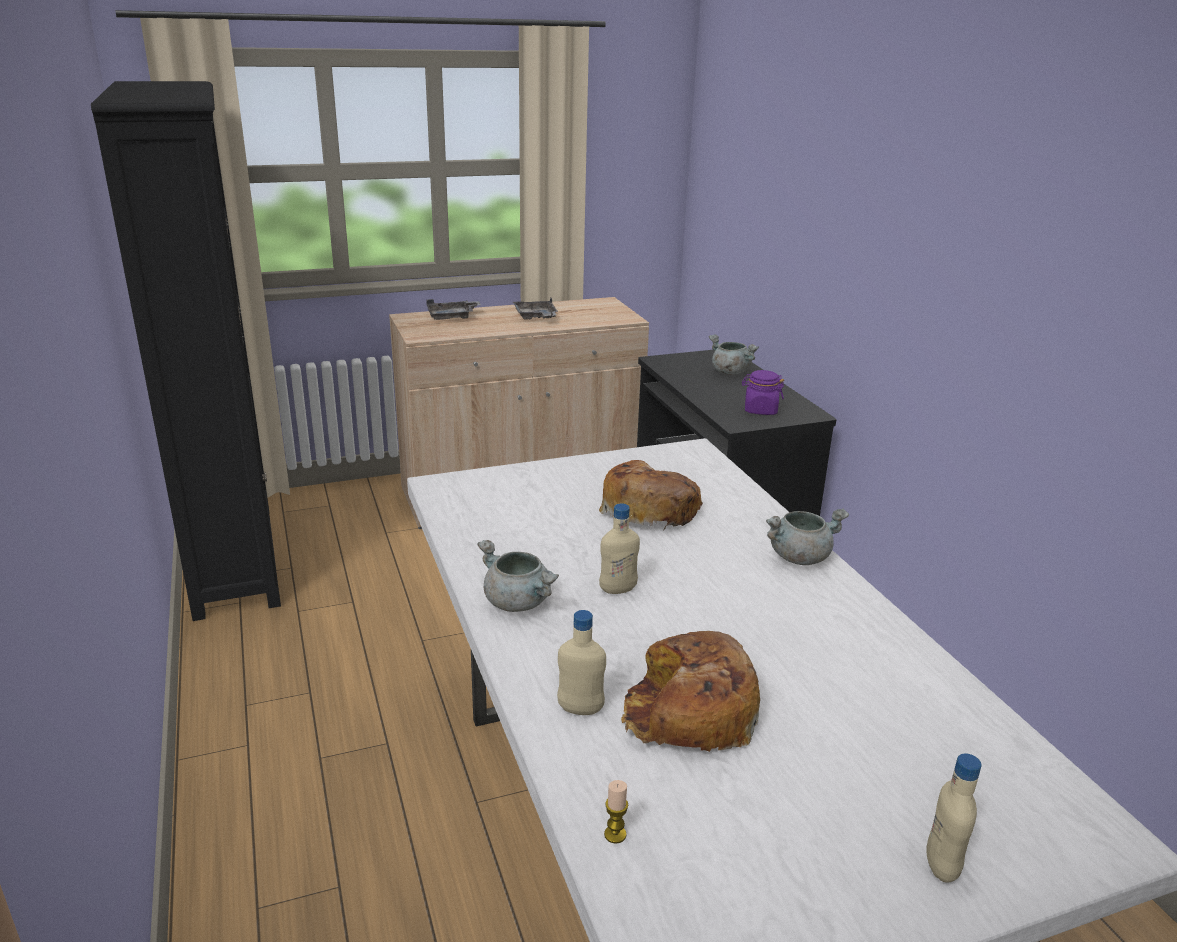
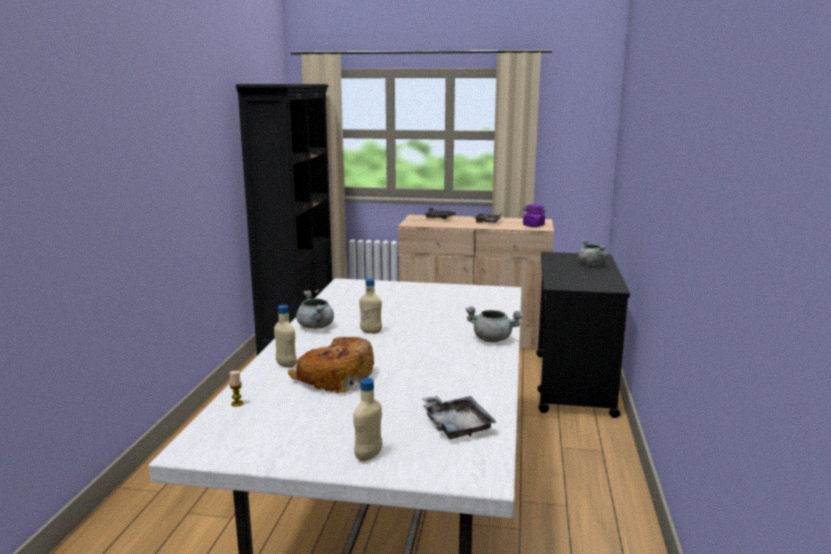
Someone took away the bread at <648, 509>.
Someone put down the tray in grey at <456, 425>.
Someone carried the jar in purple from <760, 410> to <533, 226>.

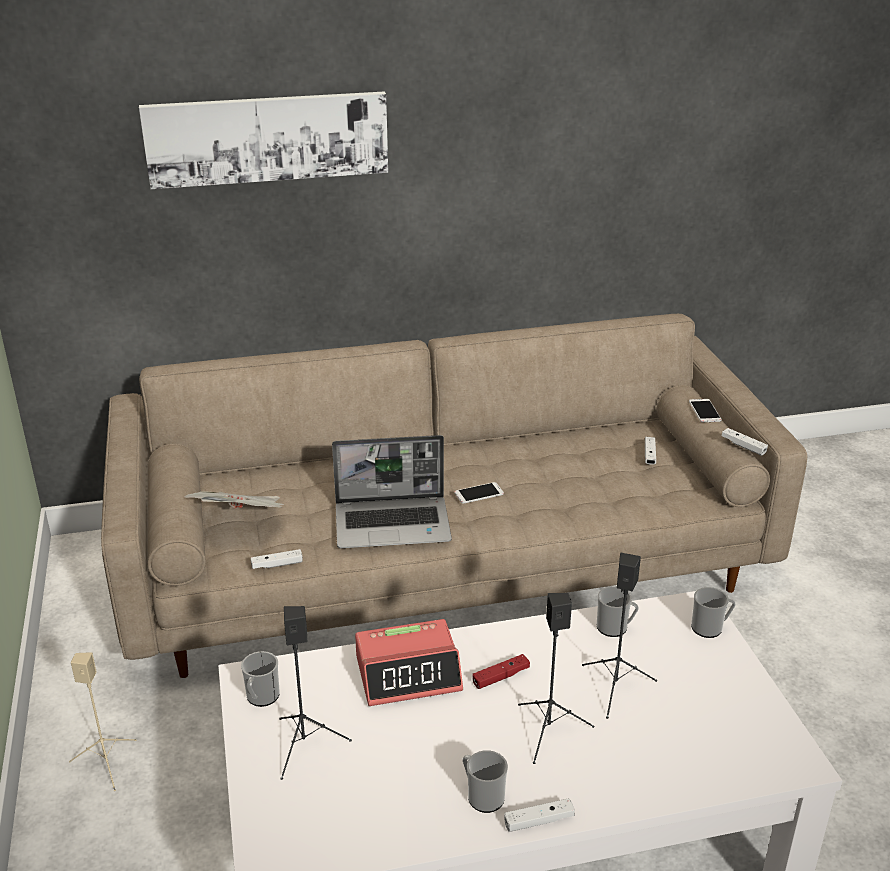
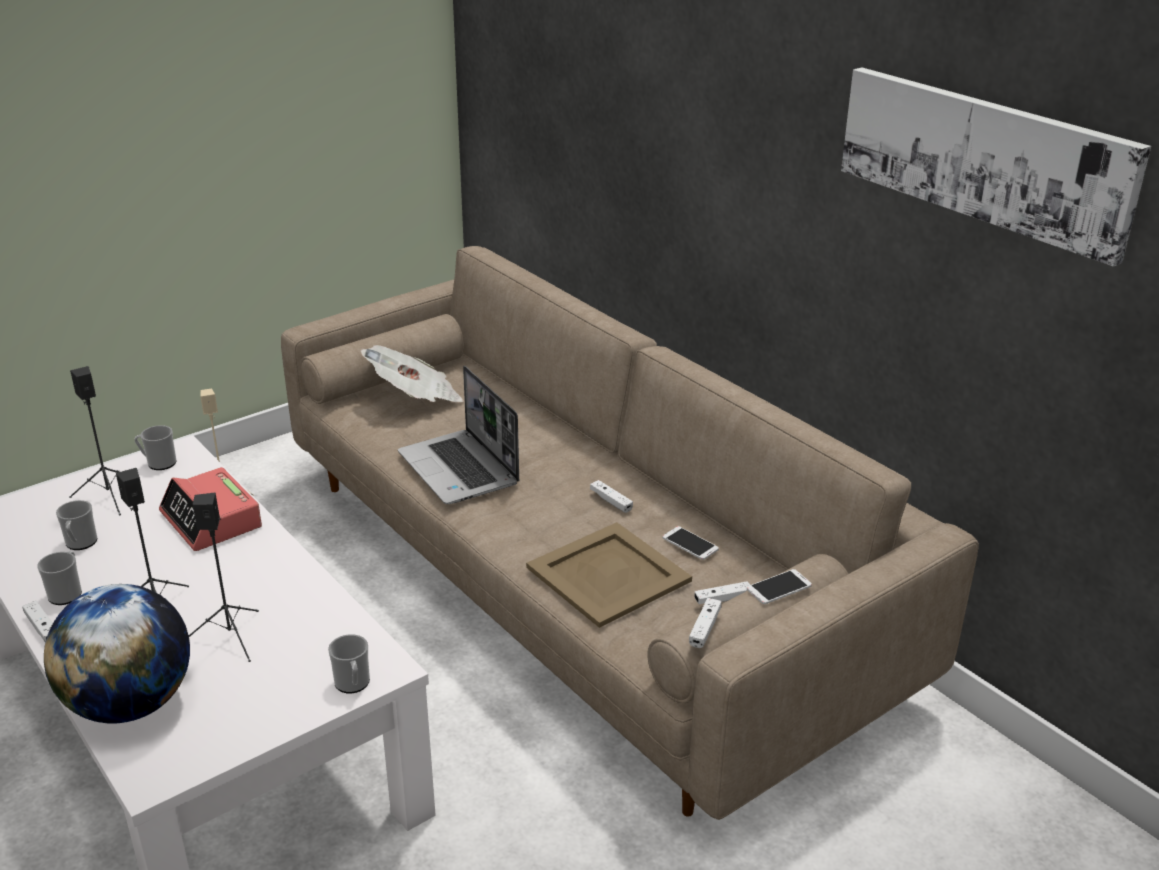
Someone took away the game controller in red at <501, 677>.
Someone put down the globe at <130, 704>.
Someone put down the tray in beige at <608, 573>.
Someone carried the picture from <267, 138> to <983, 158>.
Someone carried the game controller in white from <277, 564> to <611, 501>.
Someone carried the phone from <479, 493> to <690, 543>.
Someone carried the mug from <615, 628> to <80, 543>.

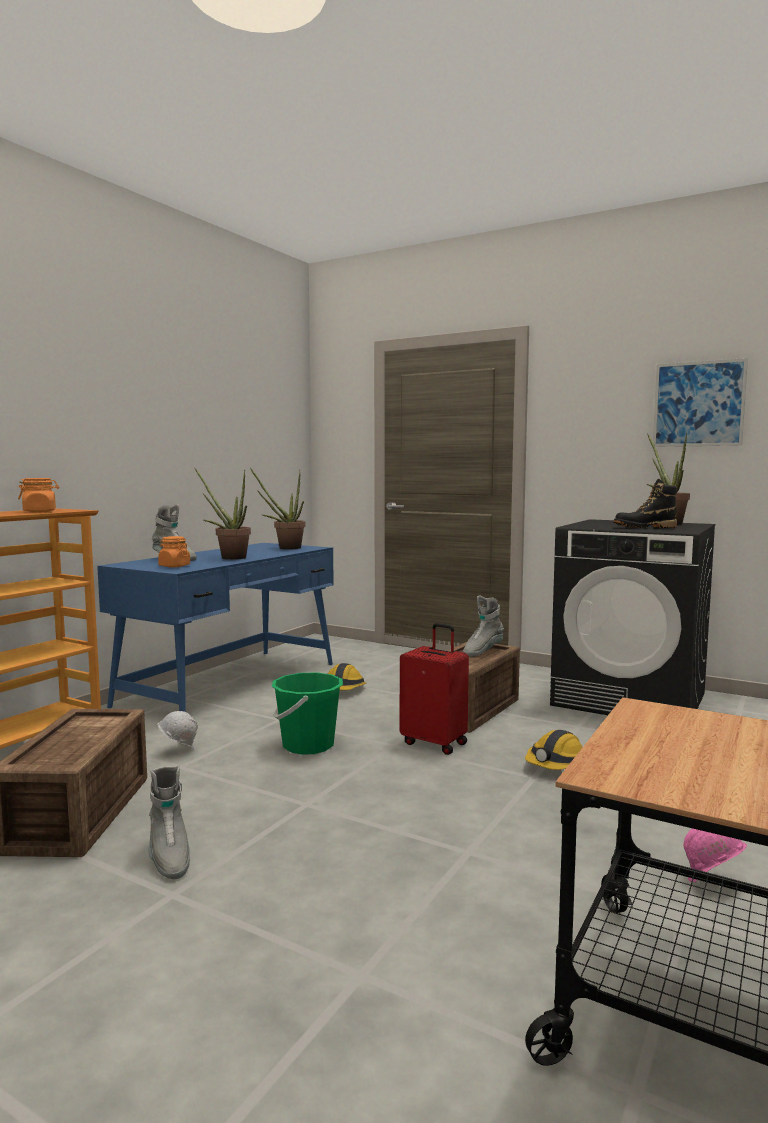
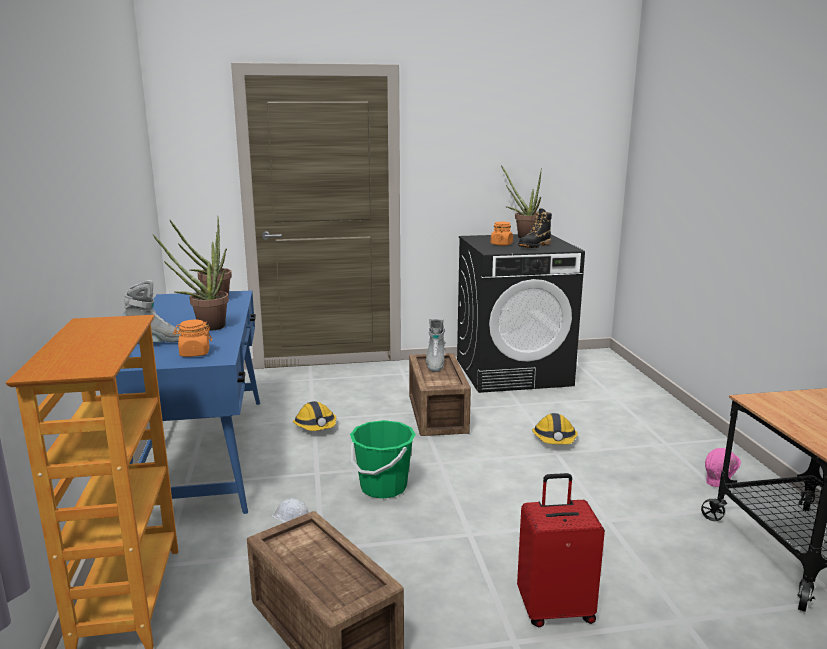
Someone took away the boot in grey at <168, 857>.
Someone took away the picture at <698, 404>.
Someone carried the jar in orange from <40, 511> to <501, 244>.
Someone carried the suitcase in red from <435, 743> to <555, 609>.

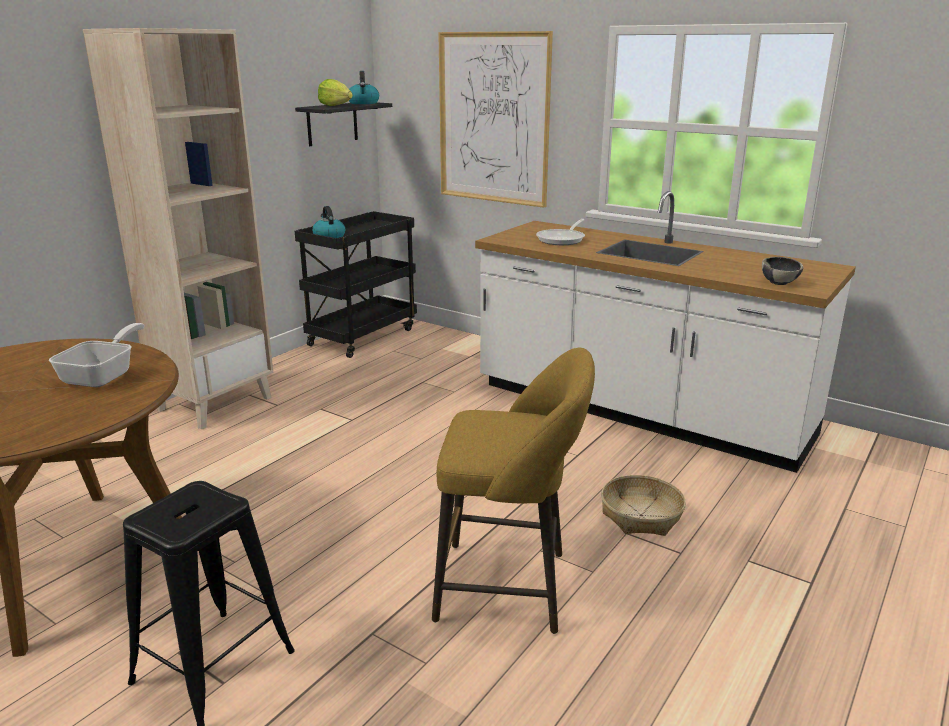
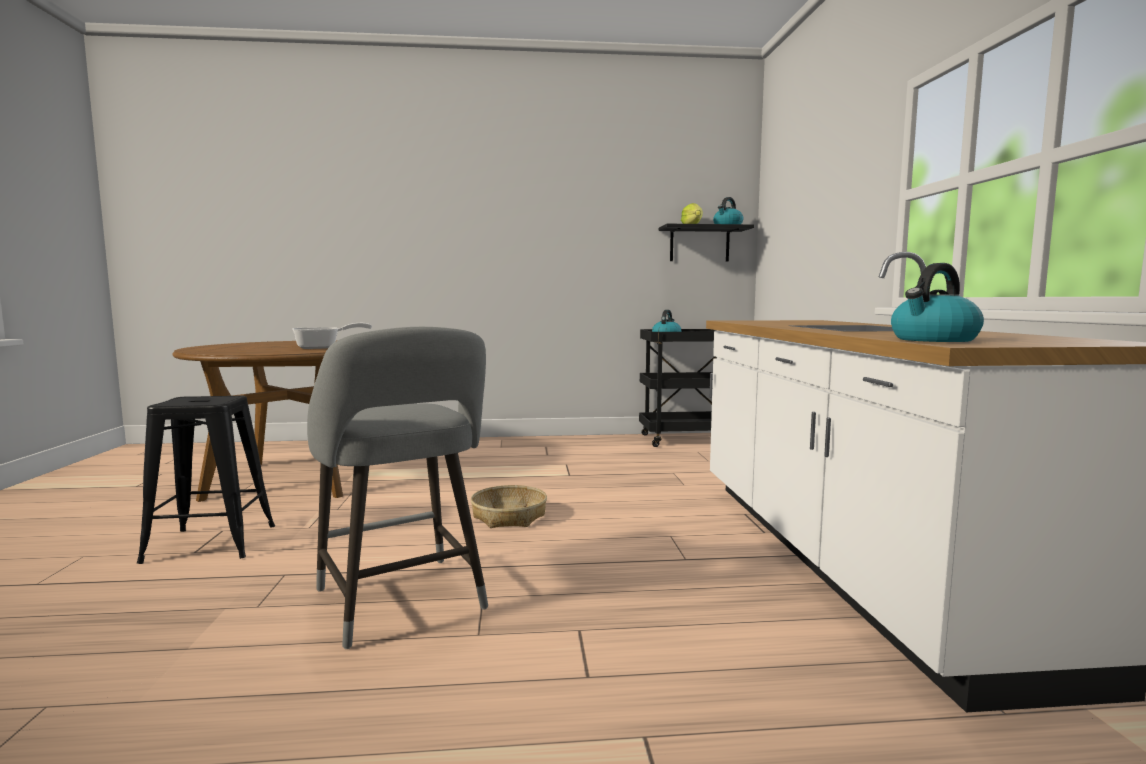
Someone took away the bookcase in beige at <215, 403>.
Someone took away the picture at <493, 119>.
Someone took away the frying pan at <562, 239>.
Someone carried the basket from <641, 516> to <508, 516>.
Someone swapped the bowl at <779, 283> for the kettle at <933, 340>.
Someone repainted the stool in yellow at <510, 587>, which became the stool in grey at <403, 604>.

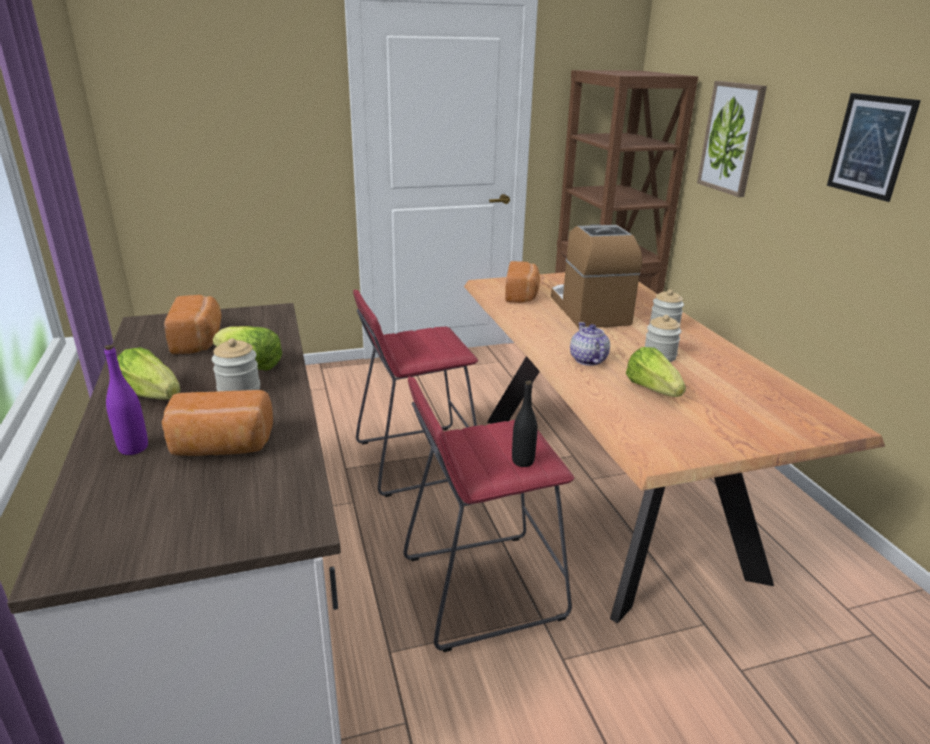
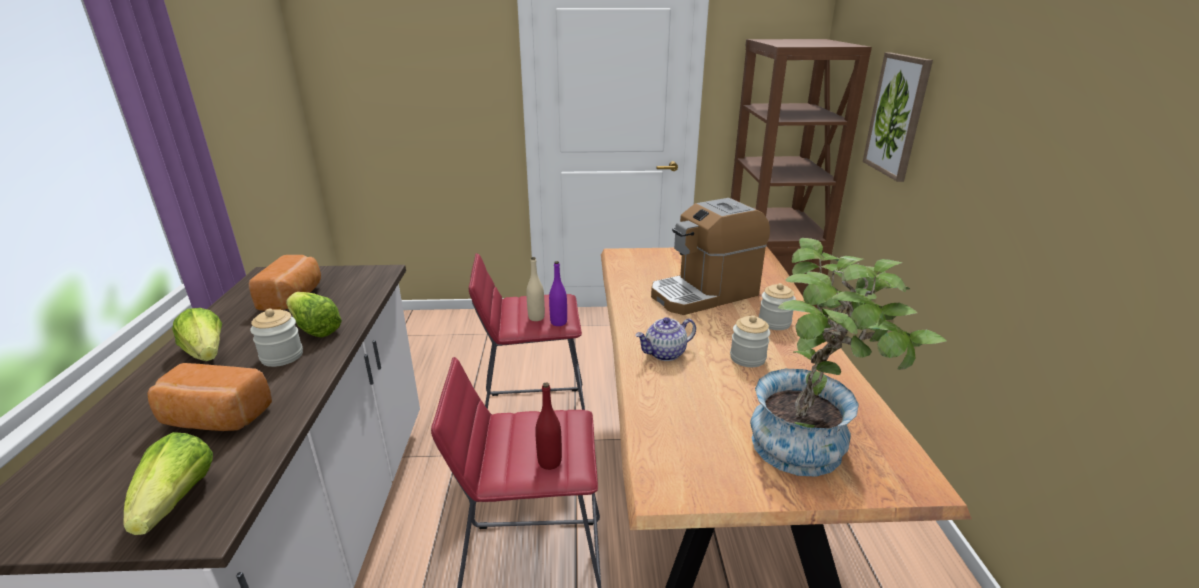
Someone took away the bread at <522, 295>.
Someone took away the picture at <870, 146>.
Someone put down the bottle in beige at <536, 317>.
Someone put down the potted plant at <811, 449>.
Someone carried the bottle in purple from <133, 448> to <558, 322>.
Someone carried the lettuce from <652, 389> to <177, 501>.
Someone repainted the bottle in black at <523, 461>, which became the bottle in red at <549, 462>.
Someone rotated the coffee machine at <589, 310> by 120 degrees counterclockwise.
Someone rotated the teapot at <587, 360> by 120 degrees counterclockwise.

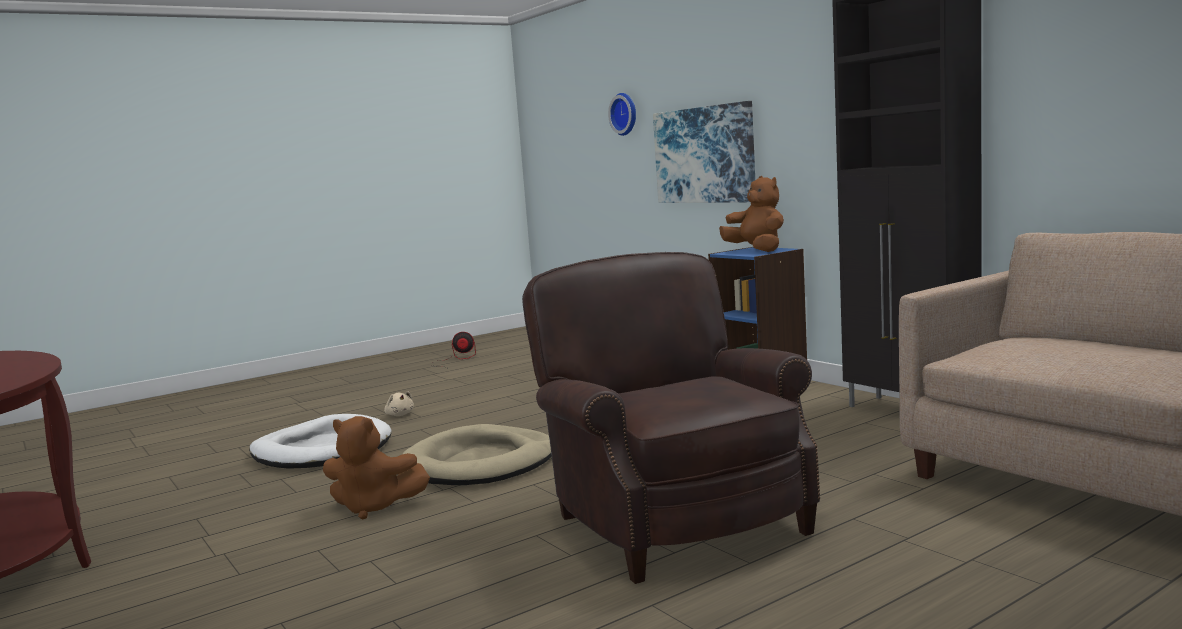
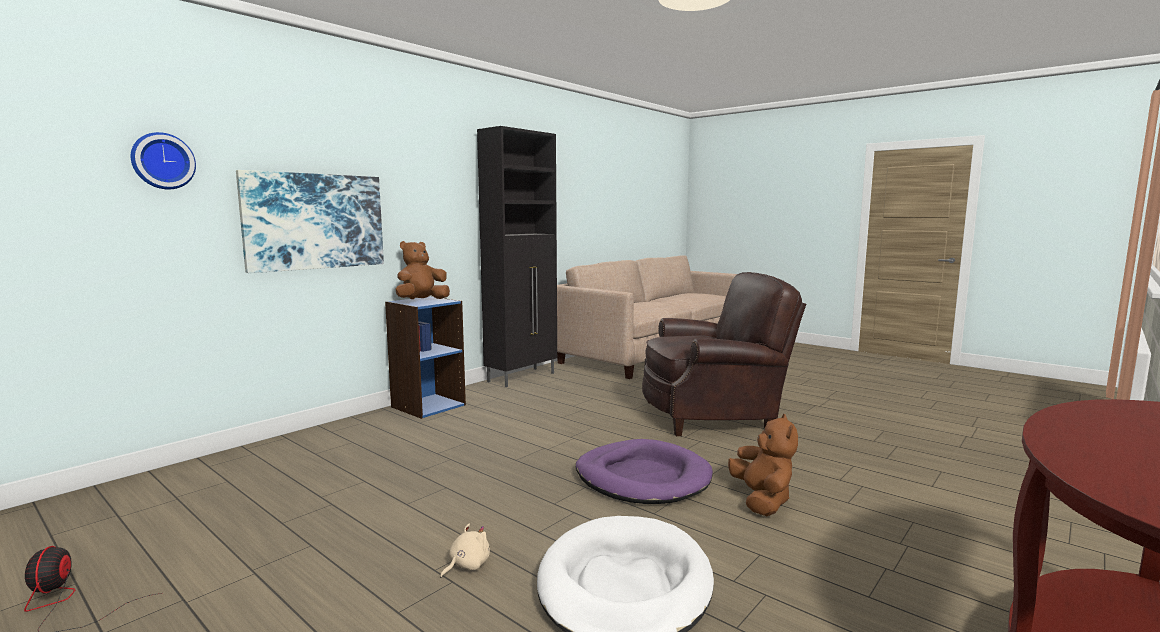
Someone repainted the dog bed in beige at <481, 463>, which became the dog bed in purple at <642, 477>.
Someone rotated the armchair in brown at <673, 520> by 150 degrees counterclockwise.

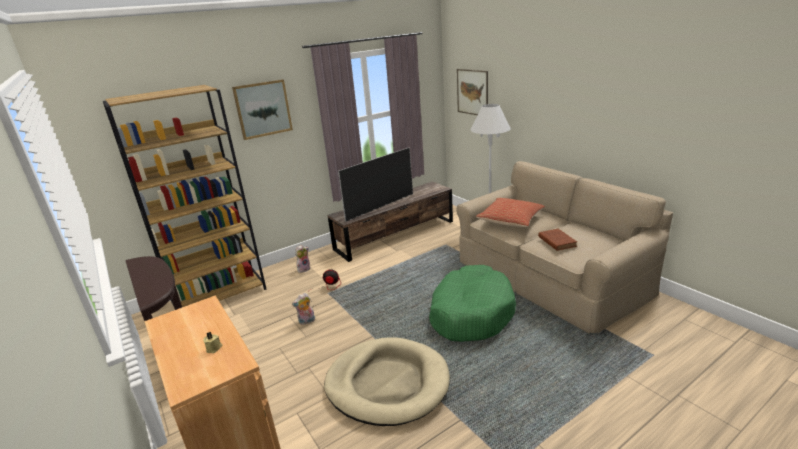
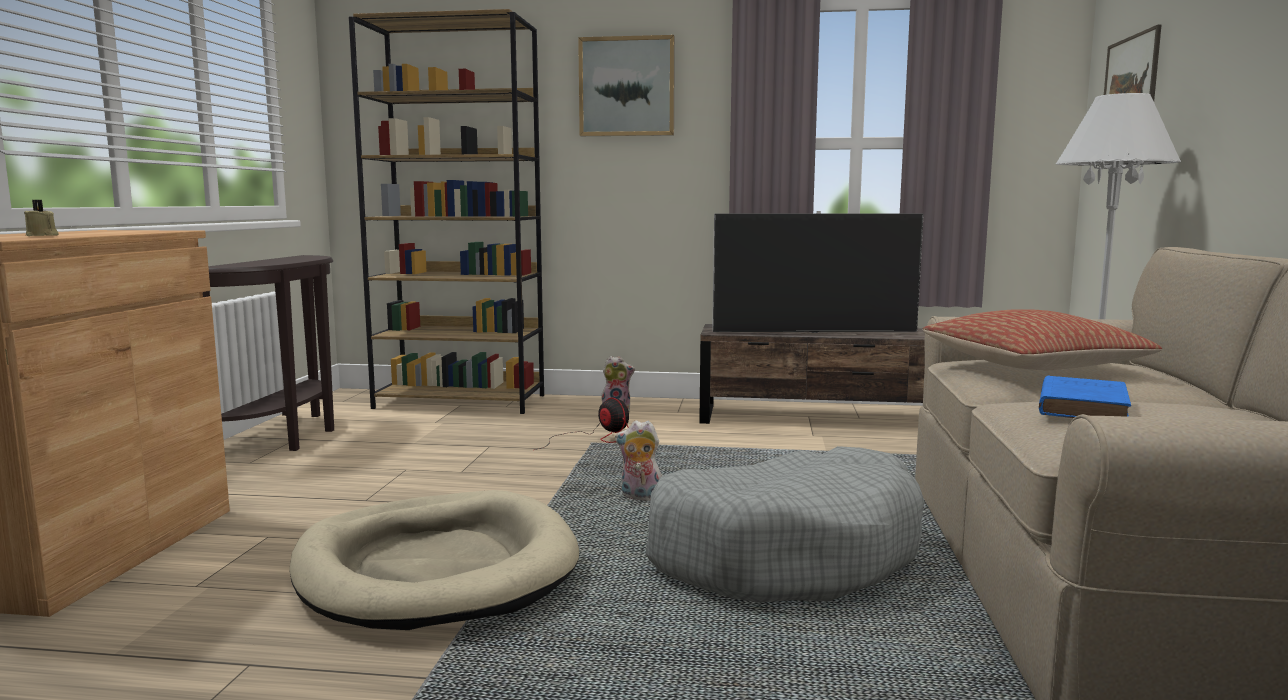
Someone carried the plush toy from <306, 321> to <639, 498>.
Someone repainted the dog bed in green at <471, 313>, which became the dog bed in grey at <785, 554>.
Someone repainted the book in brown at <556, 241>, which became the book in blue at <1082, 406>.

